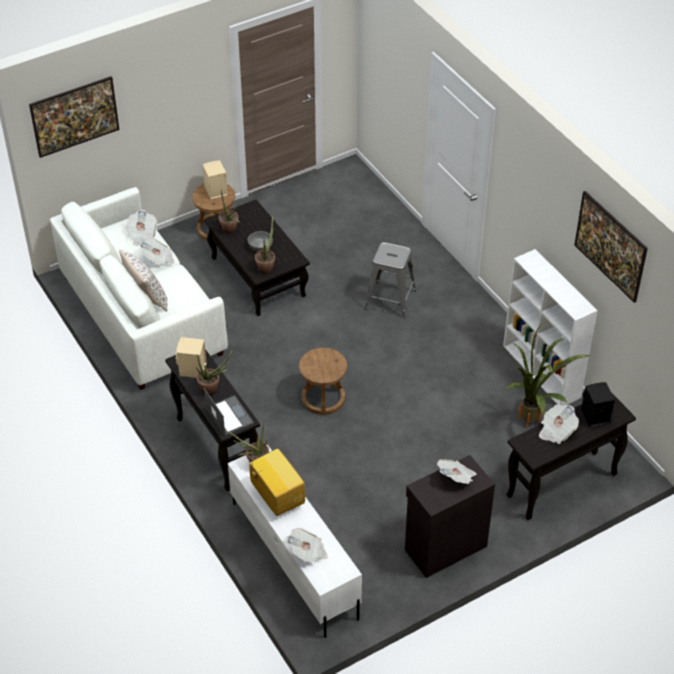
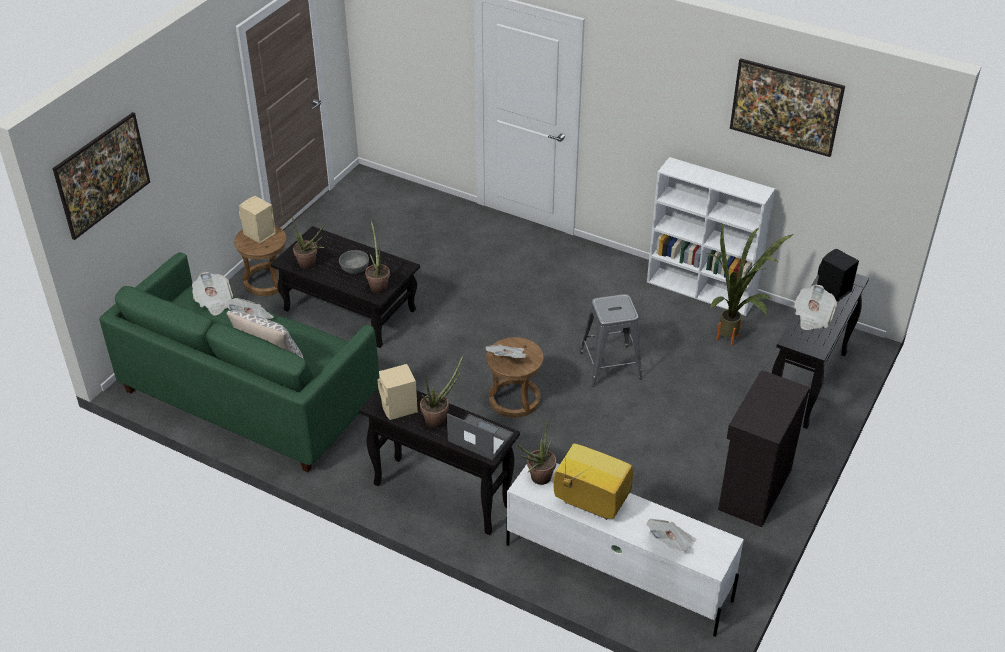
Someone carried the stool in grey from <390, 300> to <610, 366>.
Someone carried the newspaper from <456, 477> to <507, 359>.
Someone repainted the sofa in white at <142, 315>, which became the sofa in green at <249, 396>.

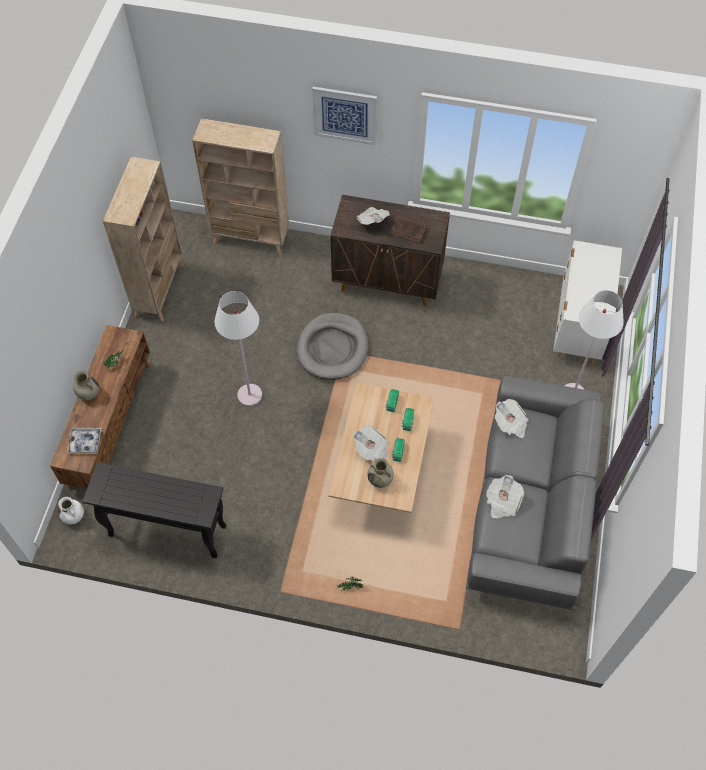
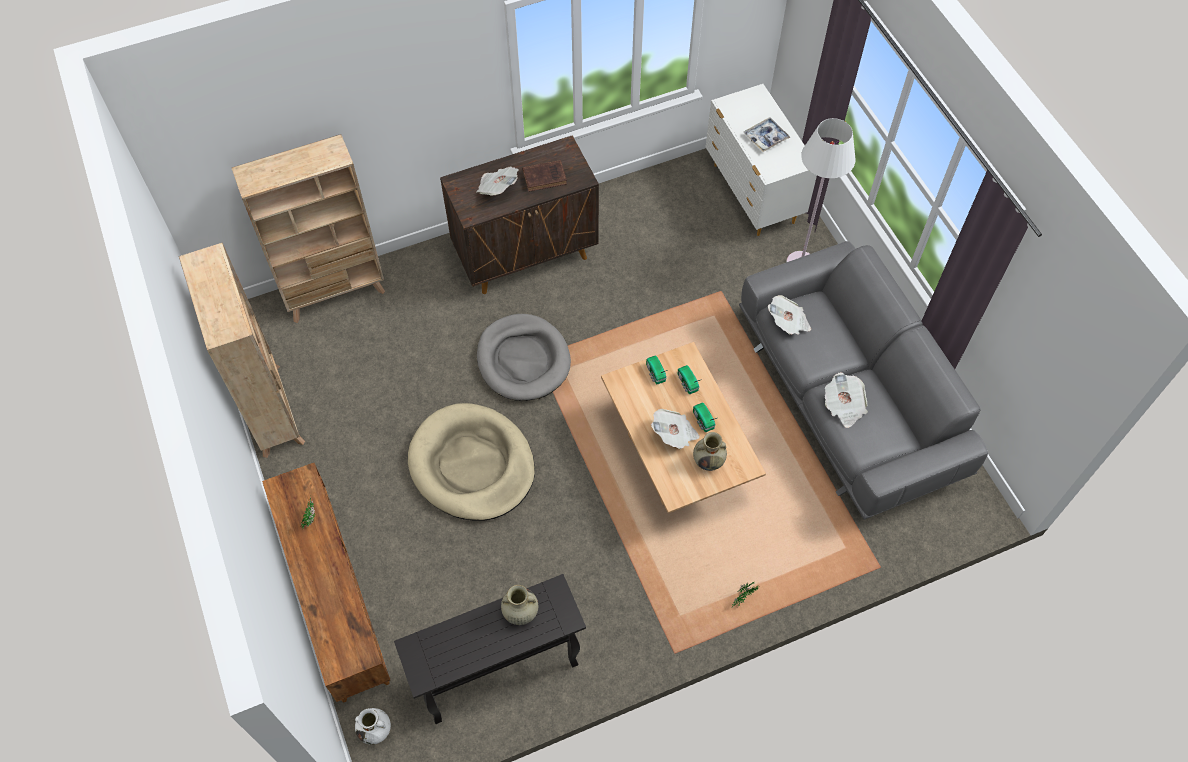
Someone took away the picture at <345, 115>.
Someone carried the tray from <85, 442> to <766, 137>.
Someone carried the vase in beige from <88, 394> to <520, 612>.
Someone swapped the floor lamp in white at <249, 395> for the dog bed in beige at <472, 465>.

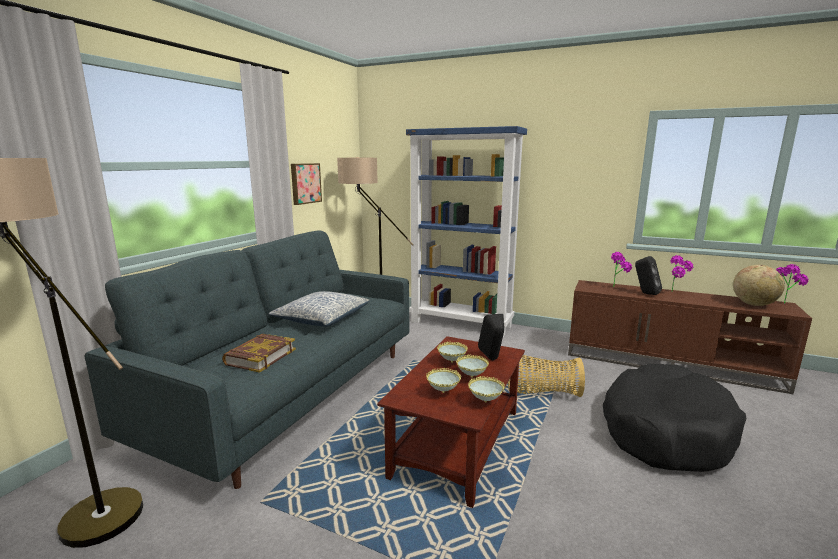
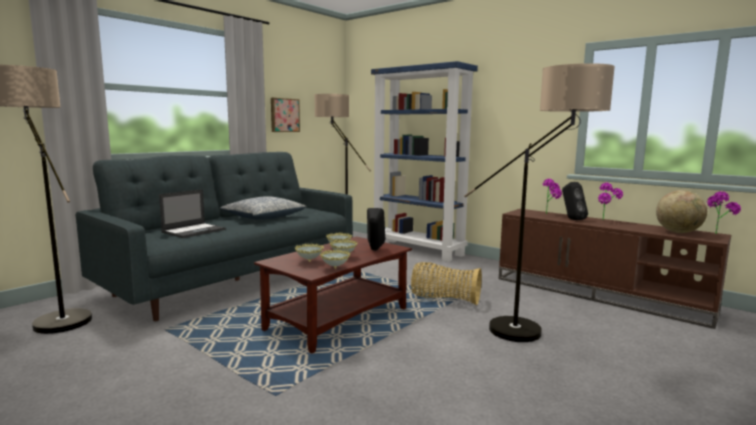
Someone swapped the book at <260, 357> for the laptop at <194, 231>.
Someone swapped the dog bed in black at <665, 430> for the floor lamp at <536, 335>.

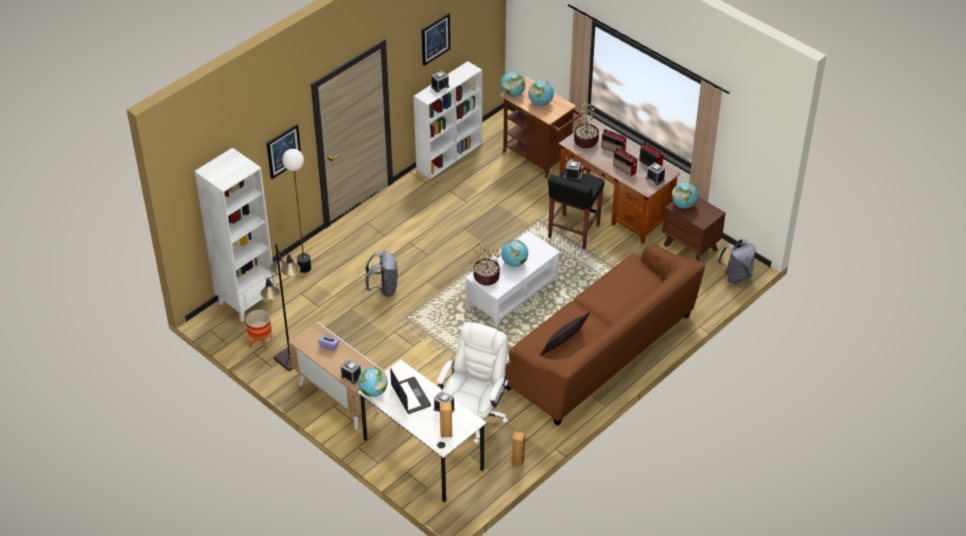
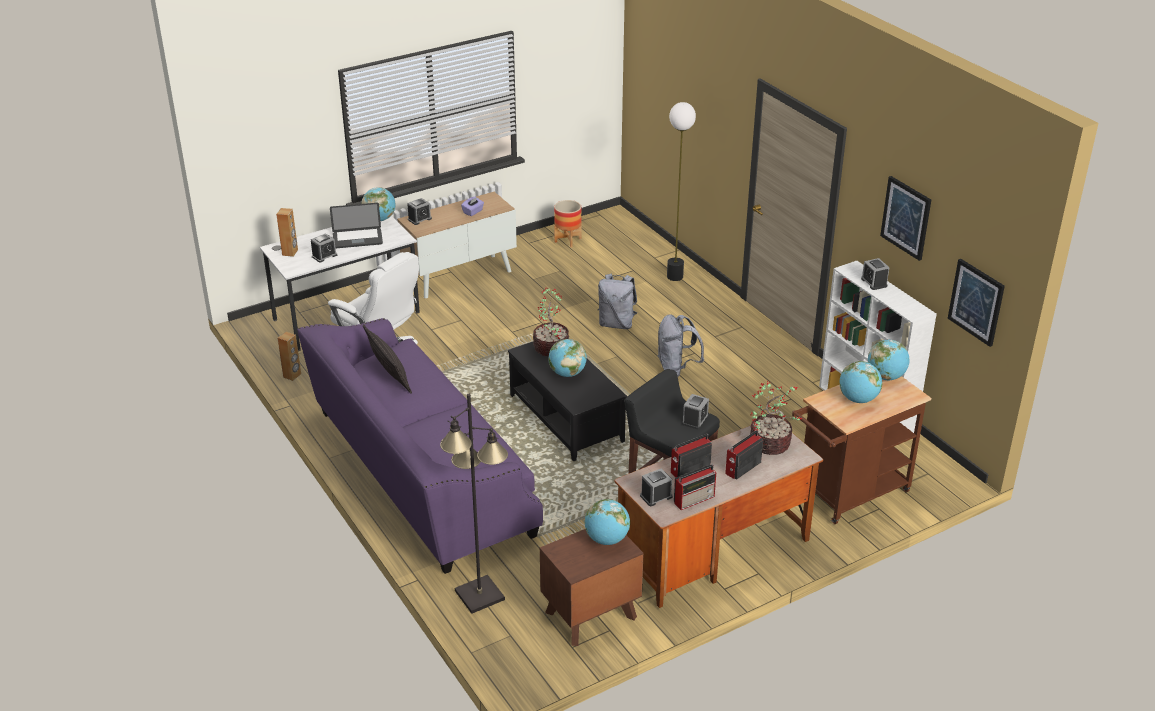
Someone took away the bookcase in white at <246, 301>.
Someone carried the floor lamp in black from <290, 359> to <479, 595>.
Someone carried the picture from <283, 151> to <976, 302>.
Someone carried the backpack in grey from <736, 276> to <677, 368>.
Someone repainted the coffee table in white at <512, 294>, which became the coffee table in black at <565, 418>.
Someone repainted the sofa in brown at <601, 353>, which became the sofa in purple at <420, 473>.

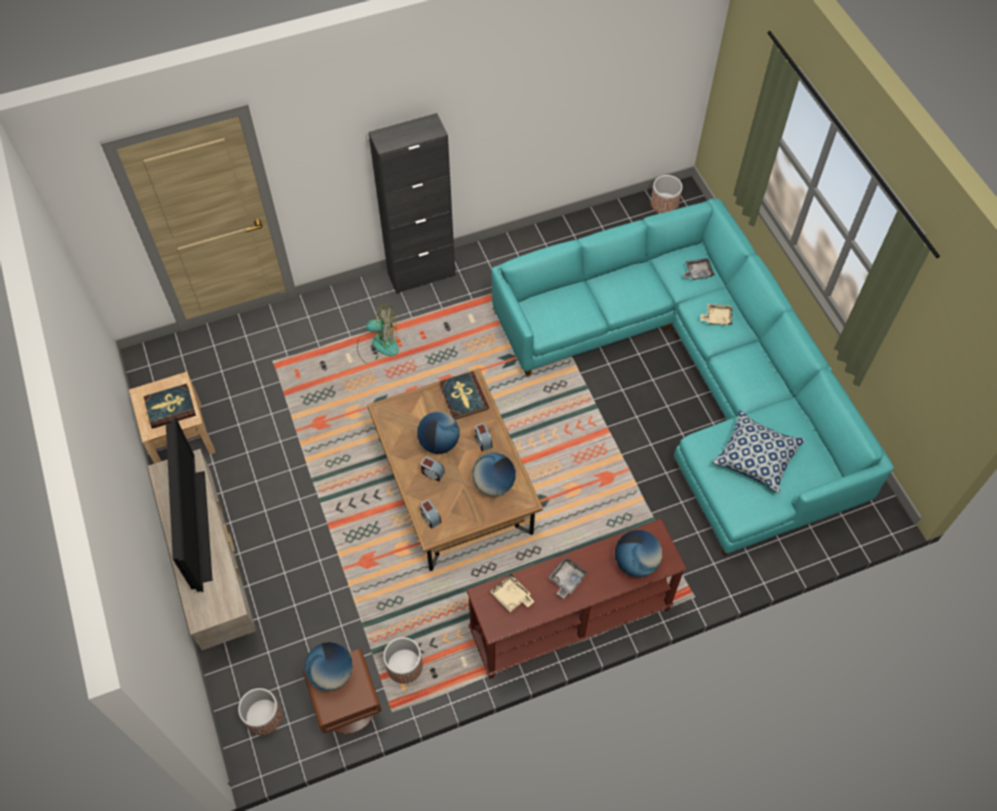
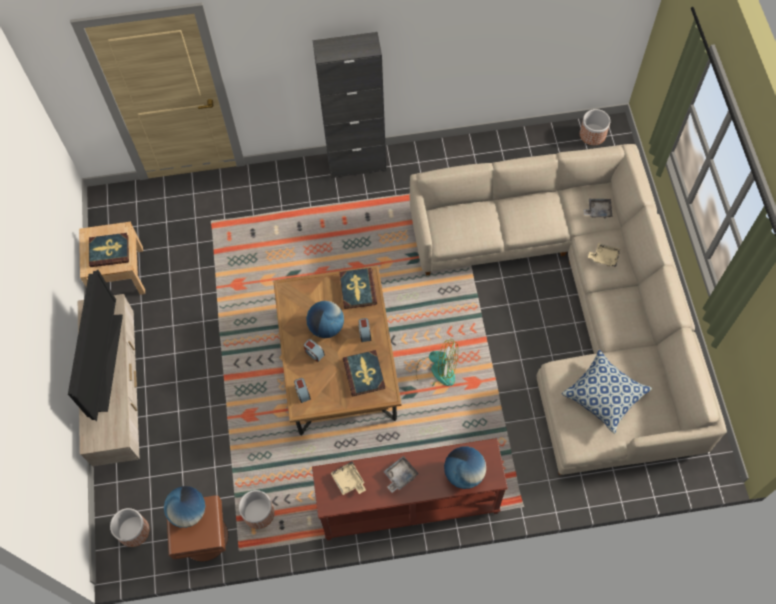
Someone carried the fan from <378, 345> to <436, 371>.
Someone swapped the globe at <494, 484> for the book at <364, 374>.
Someone repainted the sofa in turquoise at <694, 377>, which became the sofa in beige at <576, 304>.

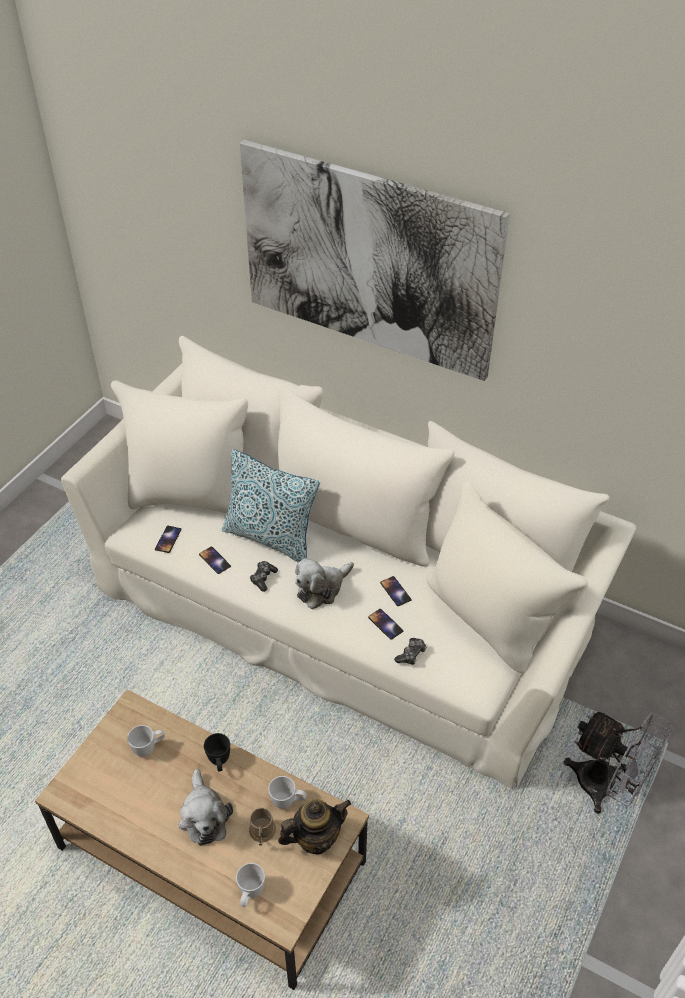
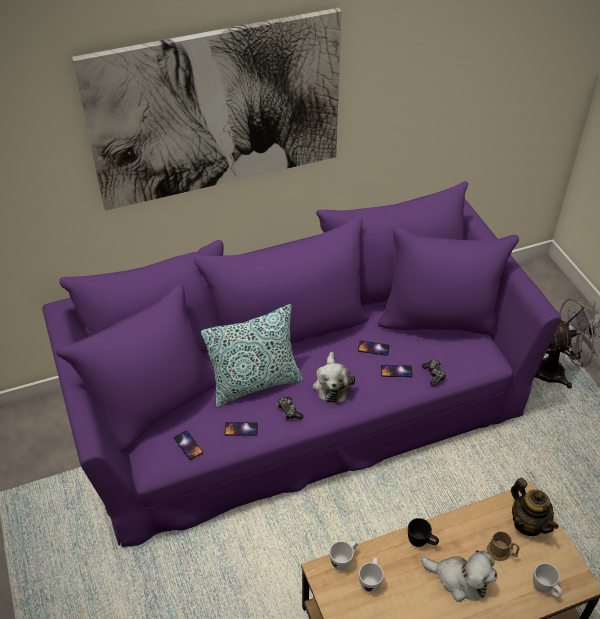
Someone carried the mug in white from <288, 801> to <344, 560>.
Someone repainted the sofa in beige at <342, 607>, which became the sofa in purple at <301, 405>.
Someone rotated the teapot at <315, 838> by 135 degrees clockwise.

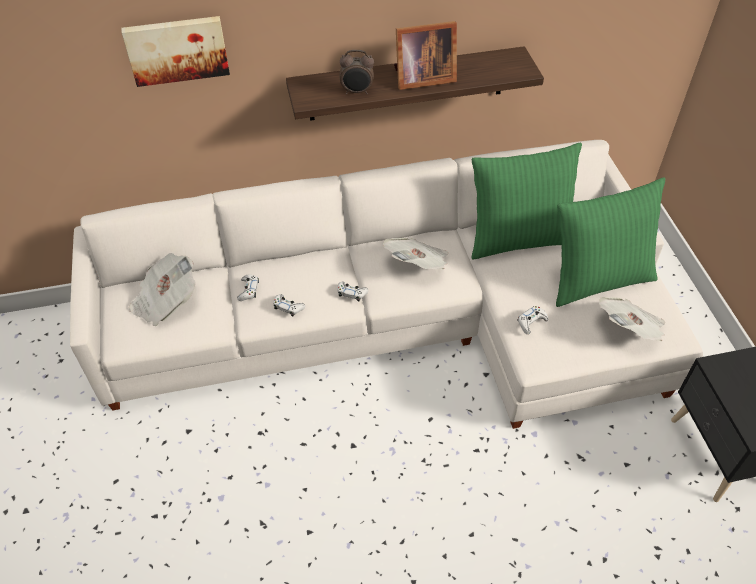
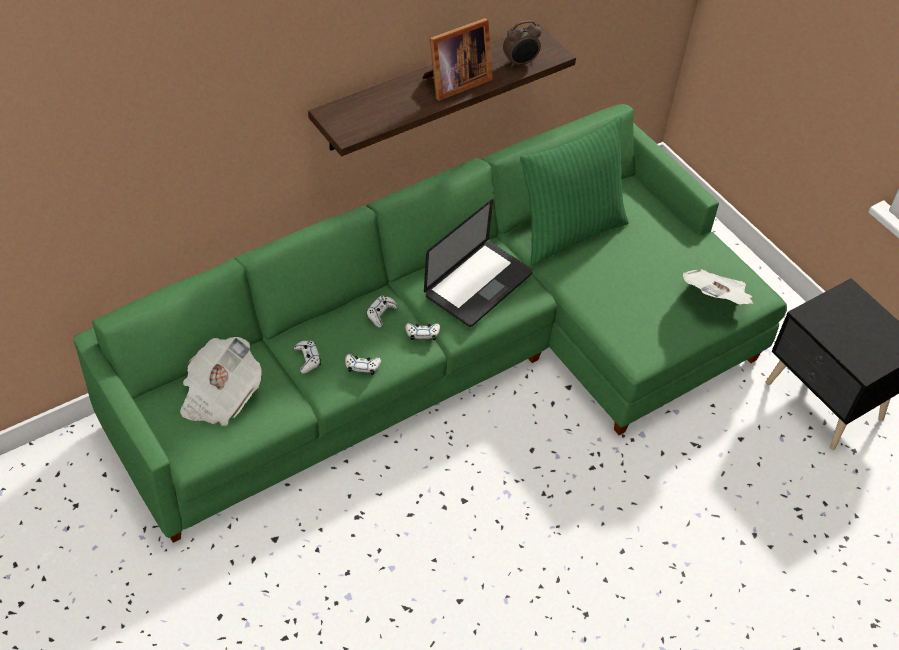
Someone took away the picture at <177, 49>.
Someone took away the pillow in green at <597, 279>.
Someone carried the alarm clock from <357, 92> to <520, 63>.
Someone carried the game controller in white from <531, 322> to <381, 313>.
Someone swapped the newspaper at <418, 265> for the laptop at <478, 285>.
Someone repainted the sofa in white at <402, 321>, which became the sofa in green at <456, 354>.

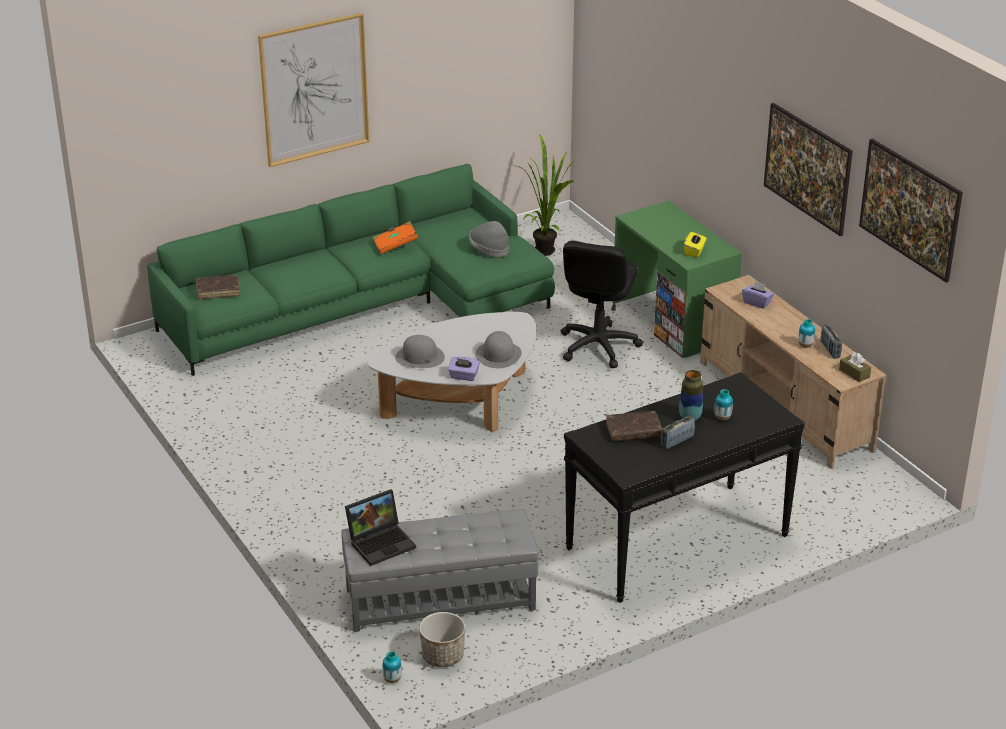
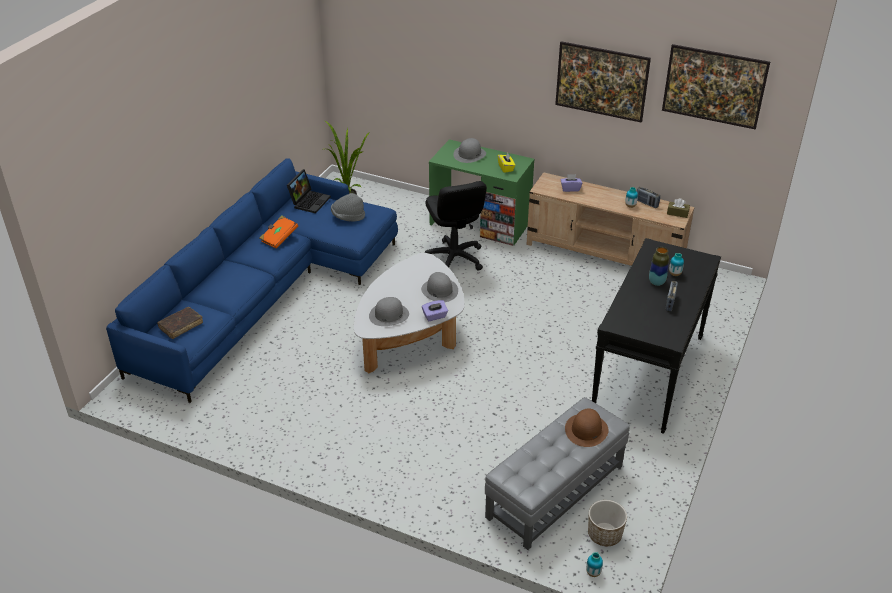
Someone took away the picture at <314, 89>.
Someone took away the book in brown at <633, 431>.
Someone put down the hat in grey at <469, 154>.
Someone put down the hat in brown at <586, 430>.
Someone carried the laptop from <382, 542> to <309, 201>.
Someone repainted the sofa in green at <365, 305>, which became the sofa in blue at <266, 292>.

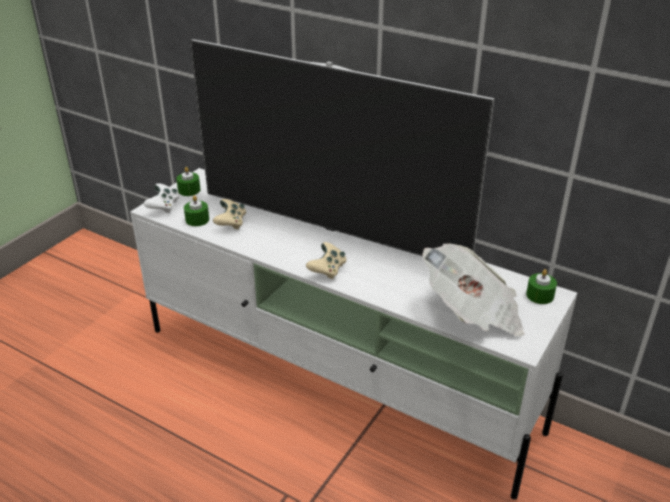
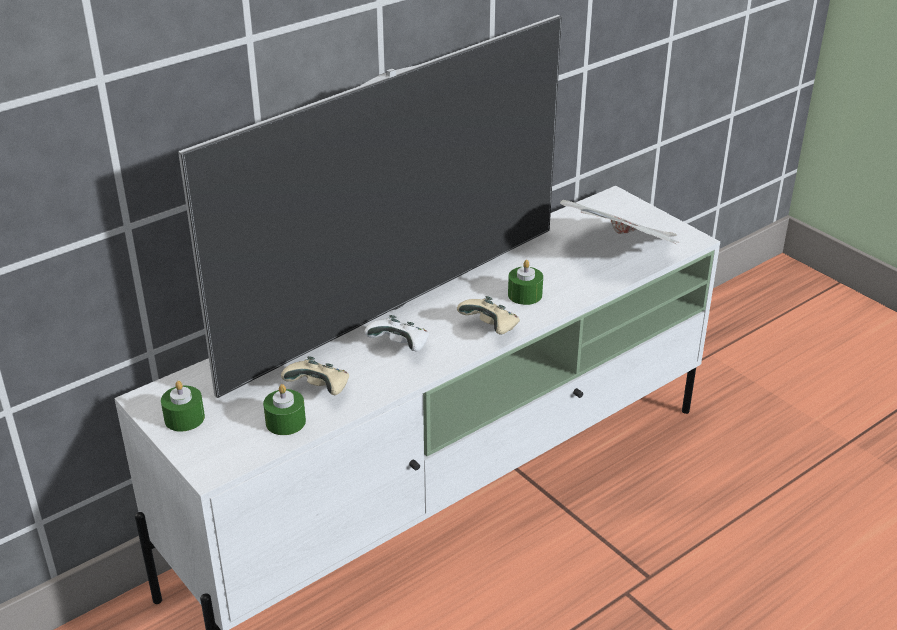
Someone carried the game controller in white from <163, 207> to <400, 347>.
Someone carried the candle in green from <540, 295> to <525, 295>.

